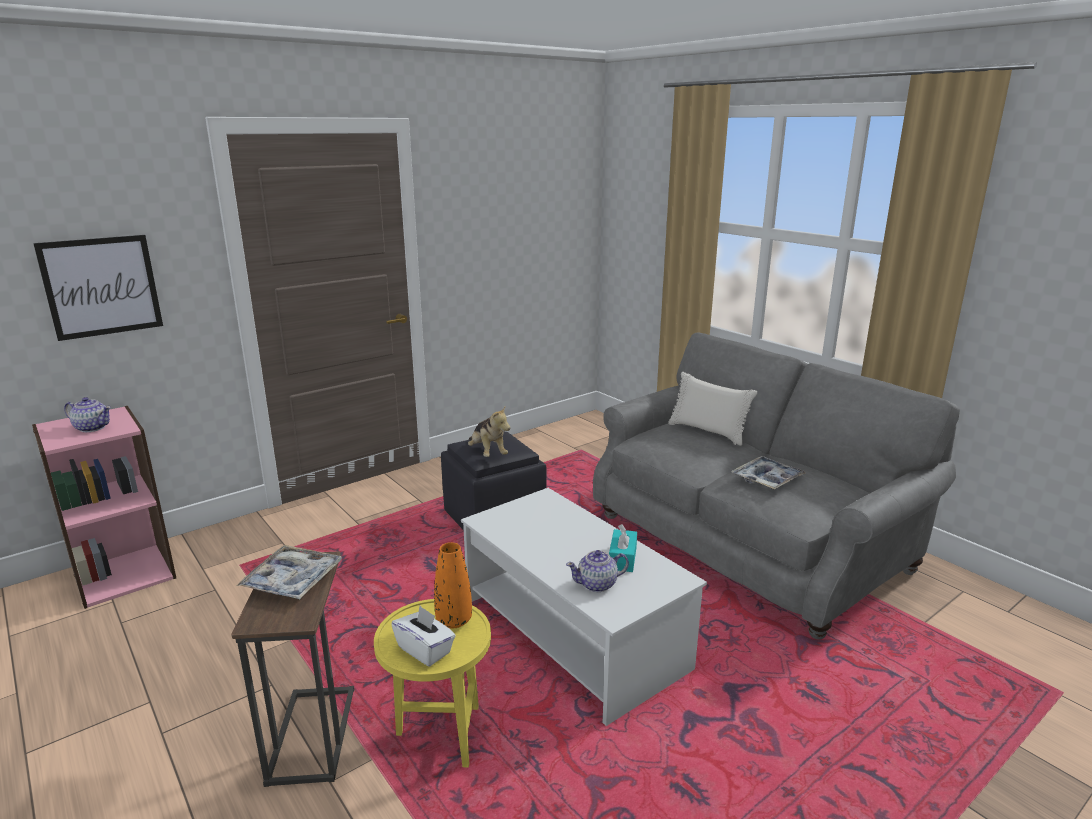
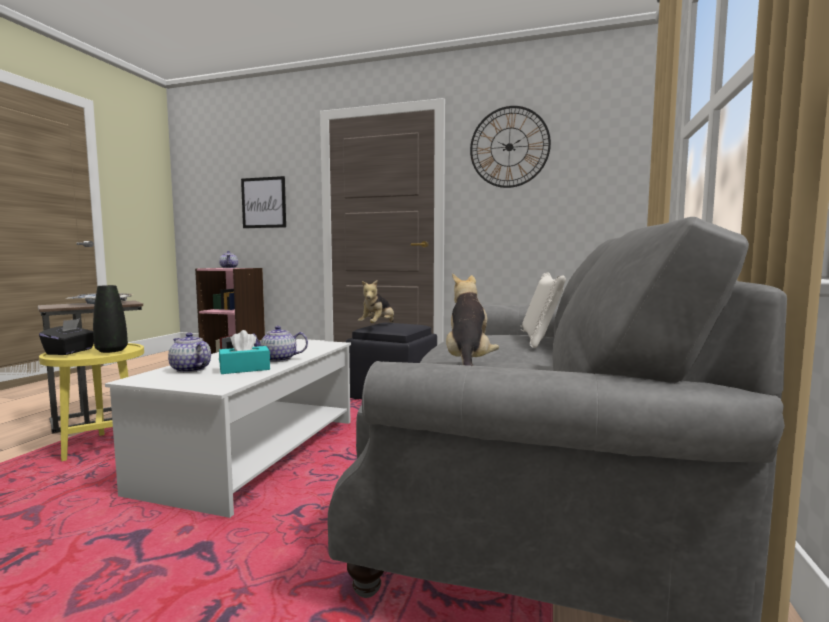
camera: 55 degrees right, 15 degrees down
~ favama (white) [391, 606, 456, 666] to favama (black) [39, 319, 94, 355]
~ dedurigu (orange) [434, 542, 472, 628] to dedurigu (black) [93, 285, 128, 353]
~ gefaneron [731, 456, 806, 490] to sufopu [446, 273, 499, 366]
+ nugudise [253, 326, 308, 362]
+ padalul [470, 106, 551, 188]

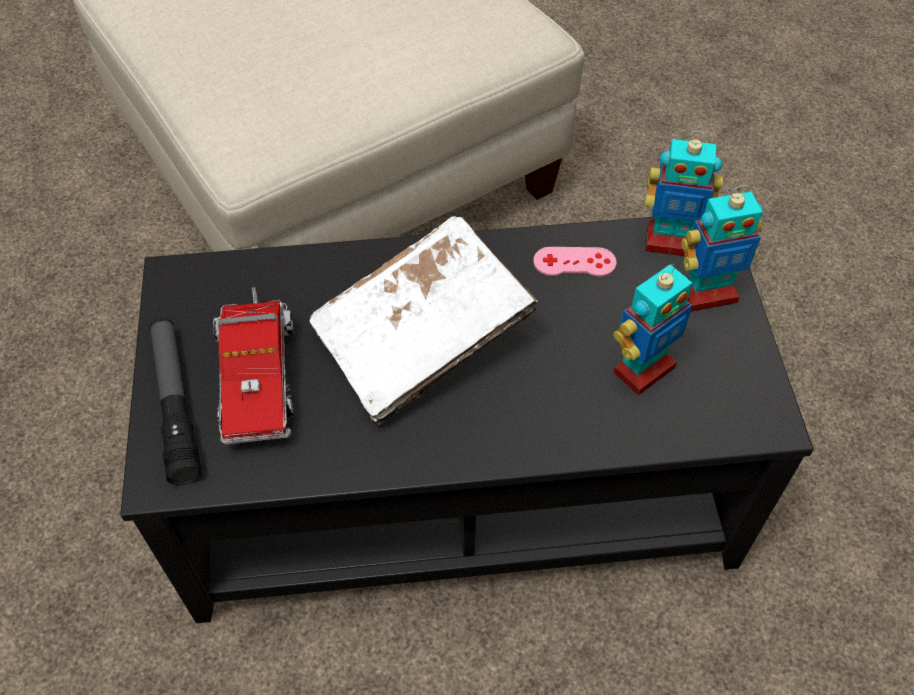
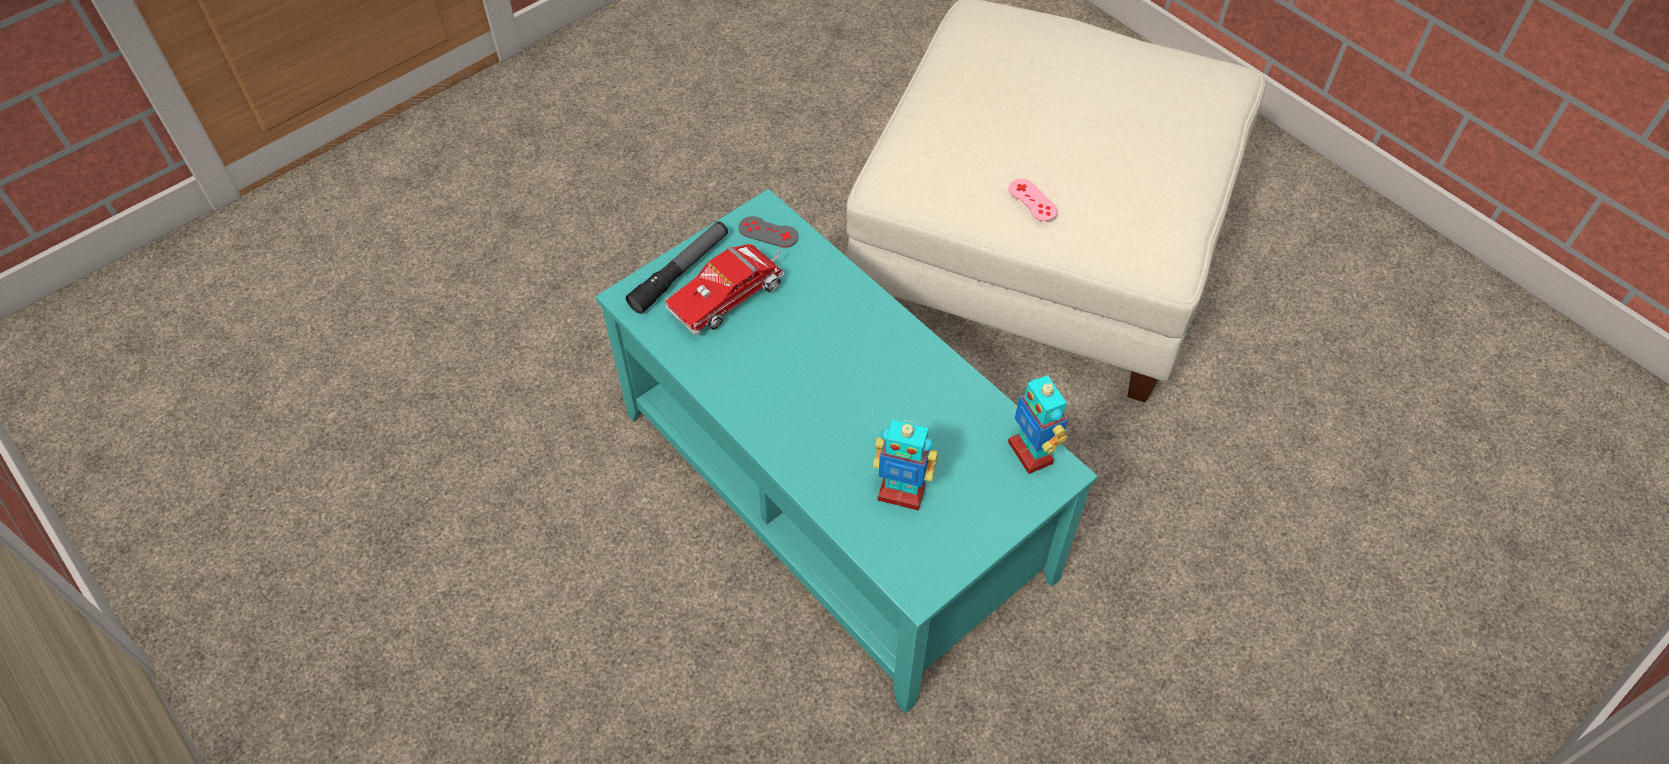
camera: 55 degrees right, 0 degrees up
~ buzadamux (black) [120, 217, 813, 623] to buzadamux (turquoise) [596, 189, 1098, 713]
- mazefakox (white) [310, 216, 538, 425]
~ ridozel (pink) [533, 247, 617, 277] to [1009, 179, 1058, 221]
- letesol [681, 185, 763, 312]
+ ridozel (grey) [739, 216, 799, 248]

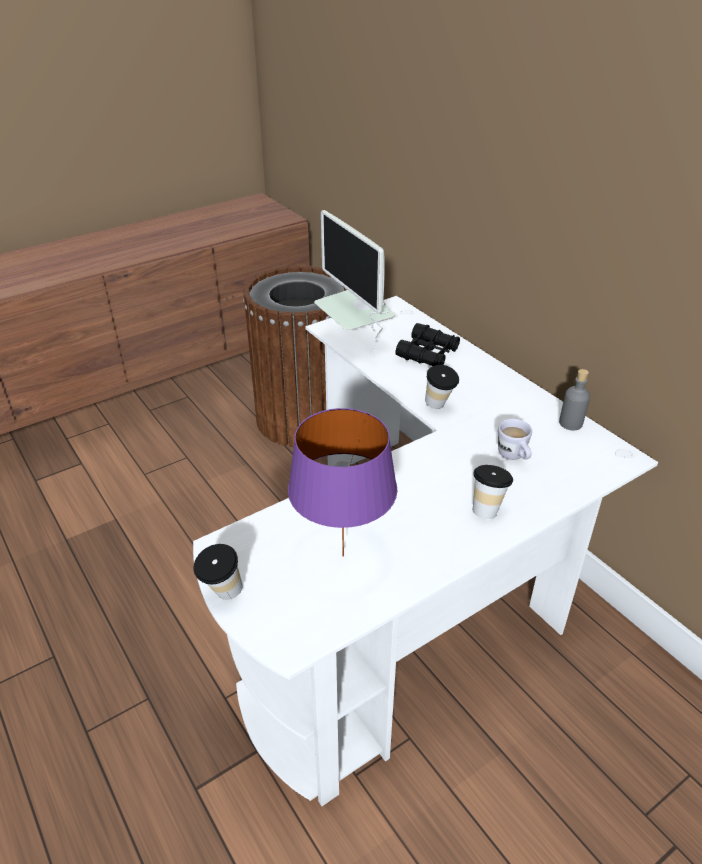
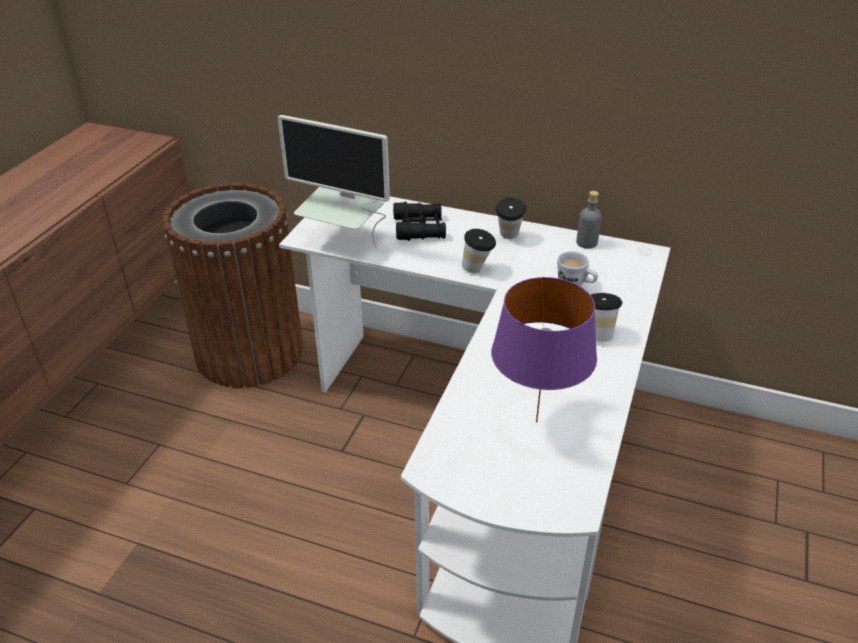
camera: 35 degrees left, 0 degrees up
~ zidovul [194, 544, 243, 600] to [495, 197, 526, 239]

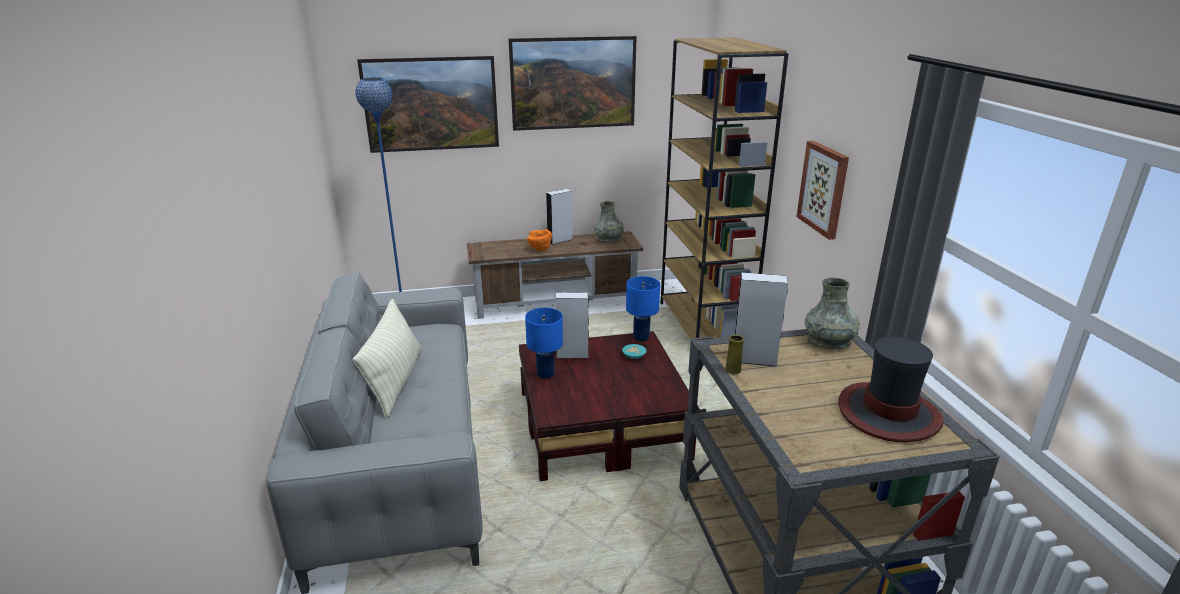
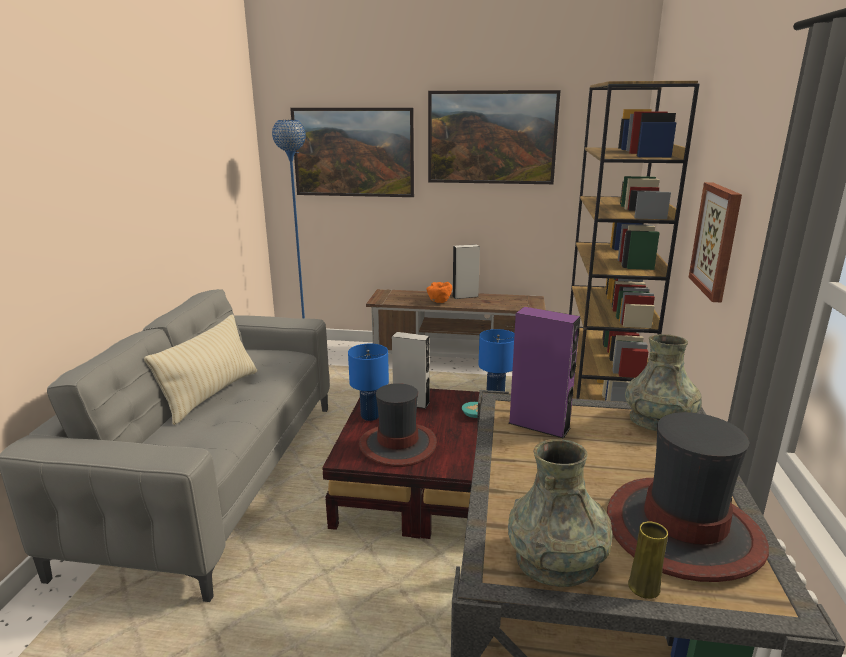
camera: 20 degrees right, 5 degrees down
~ dedurigu (grey) [594, 201, 624, 242] to [508, 439, 613, 587]
~ dedurigu (yellow) [725, 335, 744, 374] to [628, 521, 668, 599]
~ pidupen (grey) [735, 273, 788, 367] to pidupen (purple) [508, 307, 580, 439]
+ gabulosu [359, 383, 437, 467]

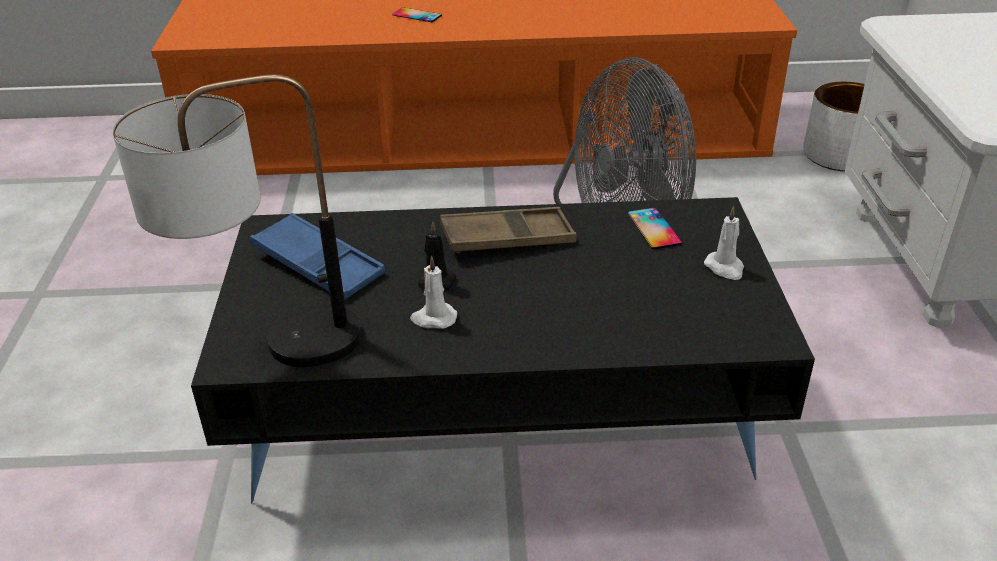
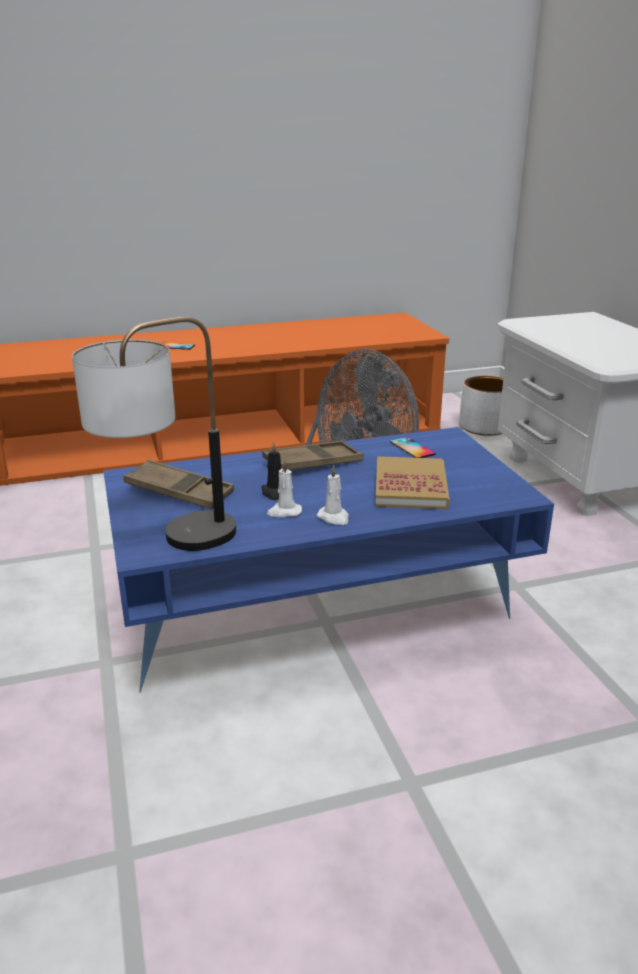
camera: 15 degrees left, 10 degrees down
~ buzadamux (black) [191, 197, 815, 504] to buzadamux (blue) [103, 427, 554, 692]
~ gefaneron (blue) [250, 213, 385, 300] to gefaneron (brown) [123, 460, 234, 509]
~ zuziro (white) [704, 206, 744, 280] to [317, 465, 349, 525]
+ mazefakox [375, 456, 449, 509]

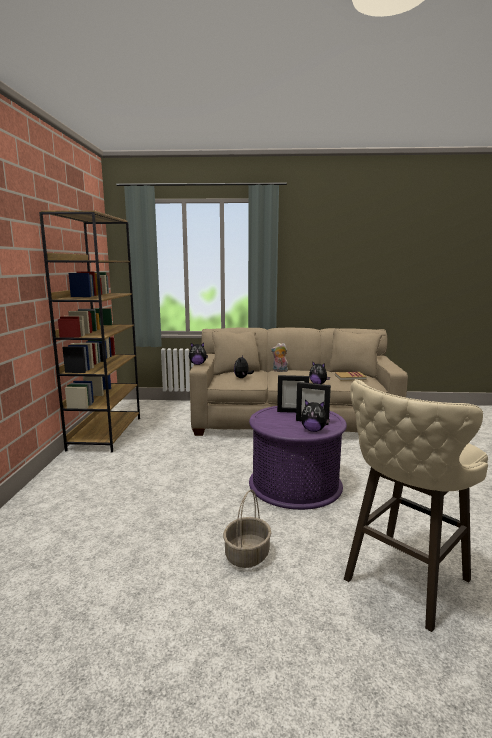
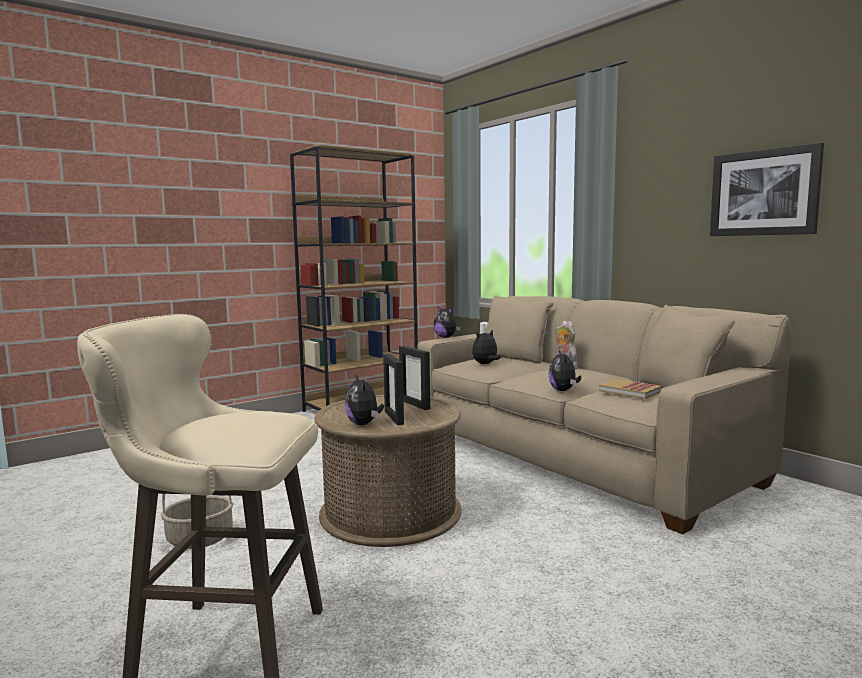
camera: 50 degrees right, 5 degrees down
~ buzadamux (purple) [249, 406, 347, 510] to buzadamux (brown) [314, 395, 462, 547]
+ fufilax [710, 142, 824, 236]

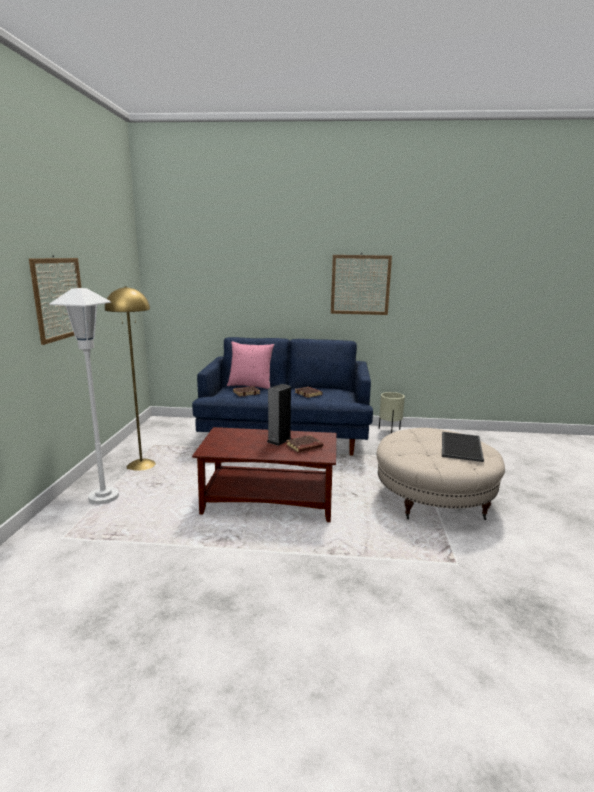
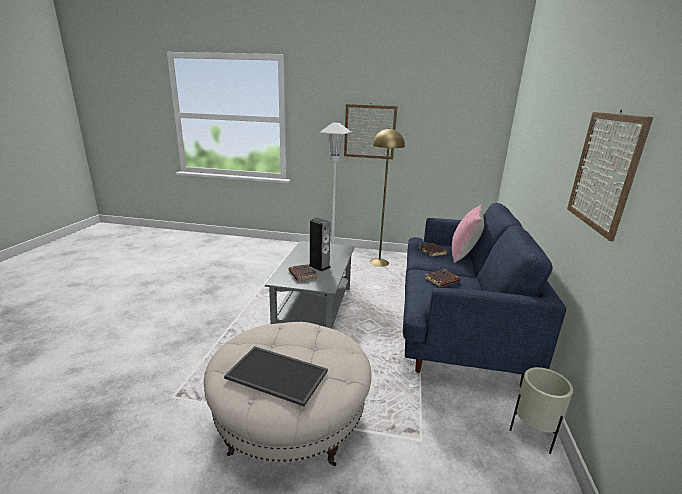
camera: 95 degrees right, 5 degrees up
~ buzadamux (brown) [192, 427, 336, 522] to buzadamux (grey) [265, 241, 355, 329]

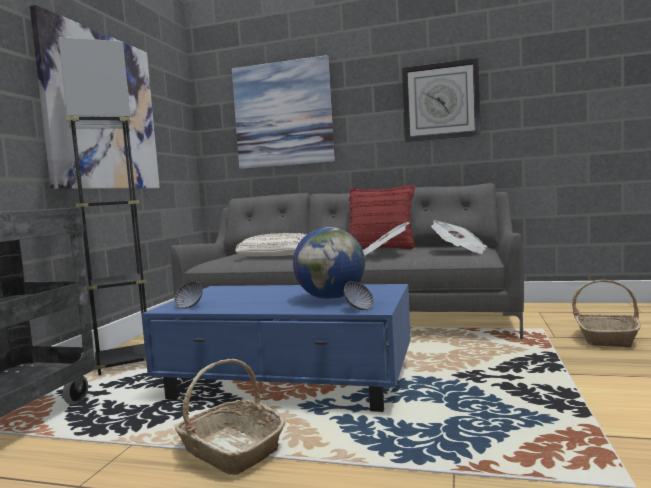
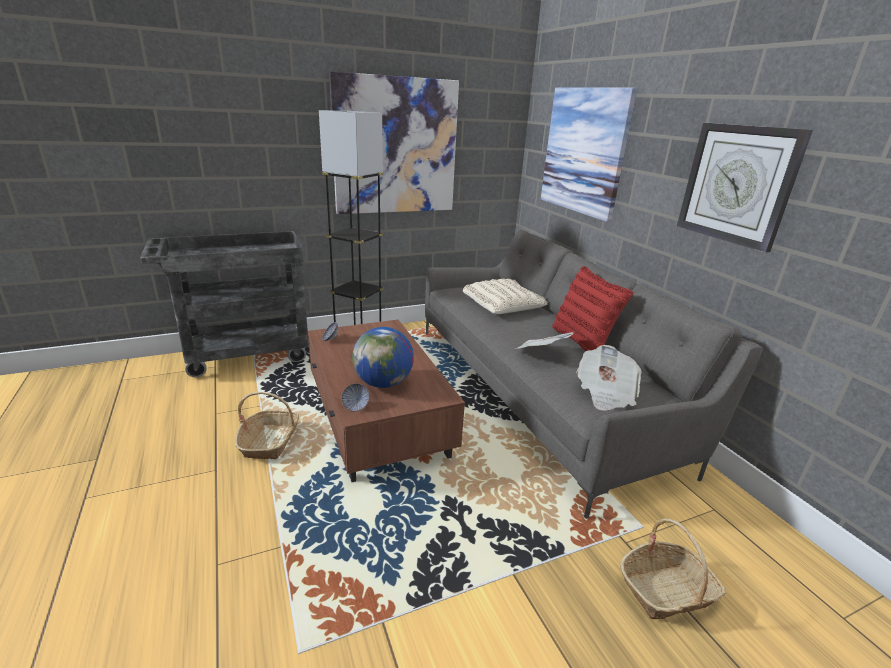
camera: 50 degrees right, 20 degrees up
~ buzadamux (blue) [142, 284, 411, 412] to buzadamux (brown) [308, 320, 465, 482]

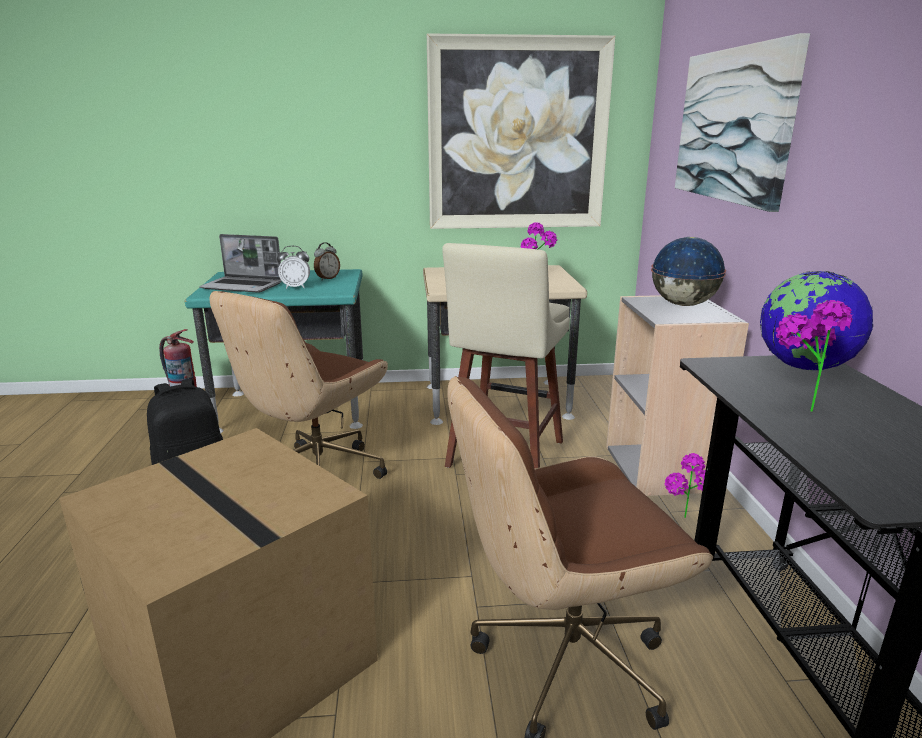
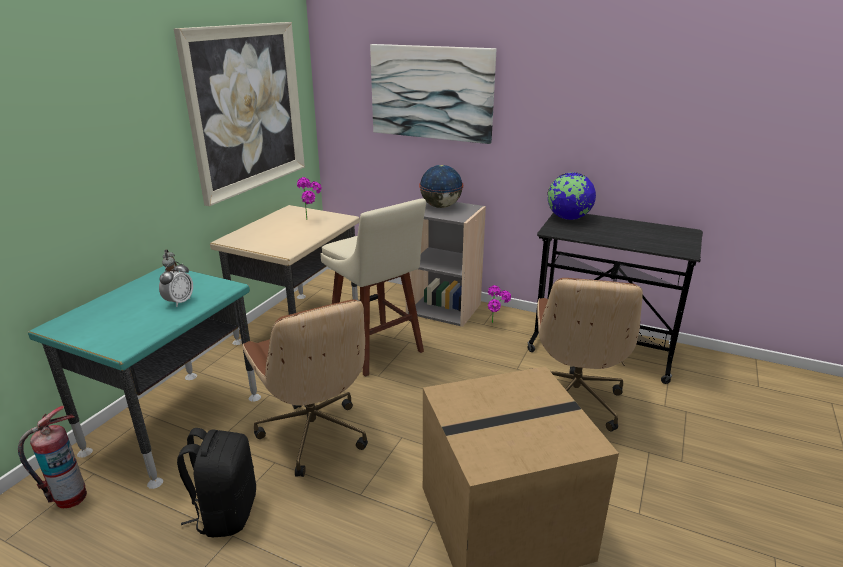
camera: 60 degrees left, 5 degrees up
- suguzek [199, 234, 282, 293]
- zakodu [776, 300, 853, 412]

